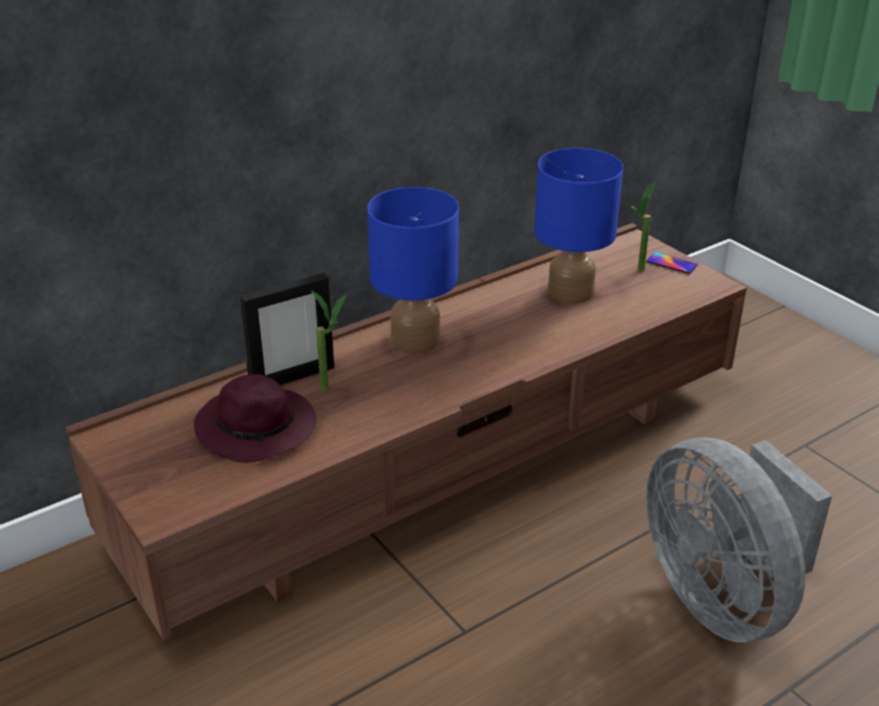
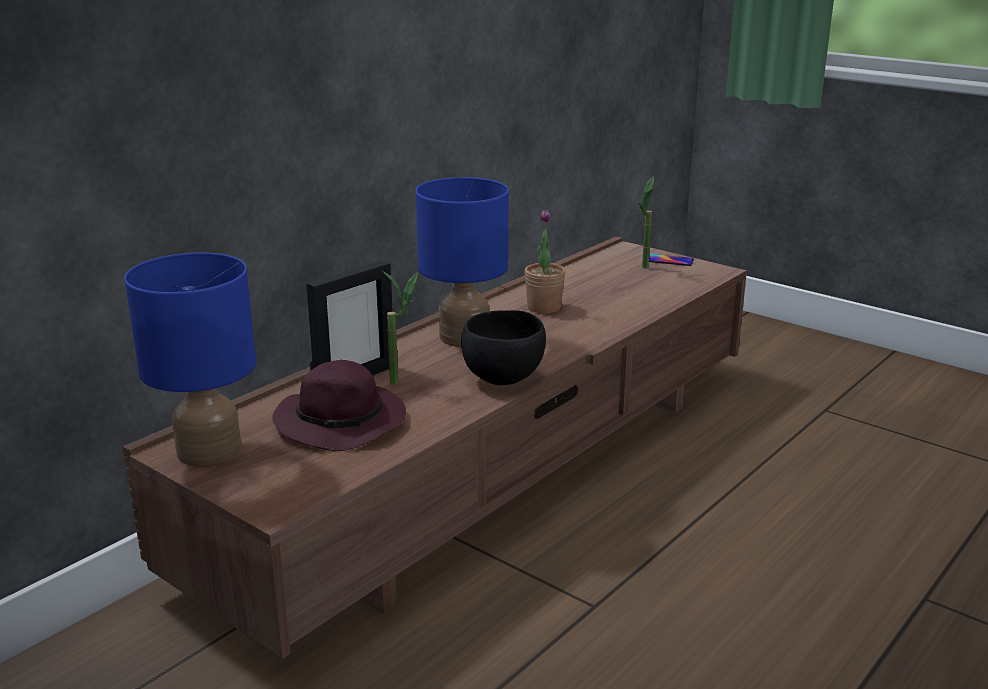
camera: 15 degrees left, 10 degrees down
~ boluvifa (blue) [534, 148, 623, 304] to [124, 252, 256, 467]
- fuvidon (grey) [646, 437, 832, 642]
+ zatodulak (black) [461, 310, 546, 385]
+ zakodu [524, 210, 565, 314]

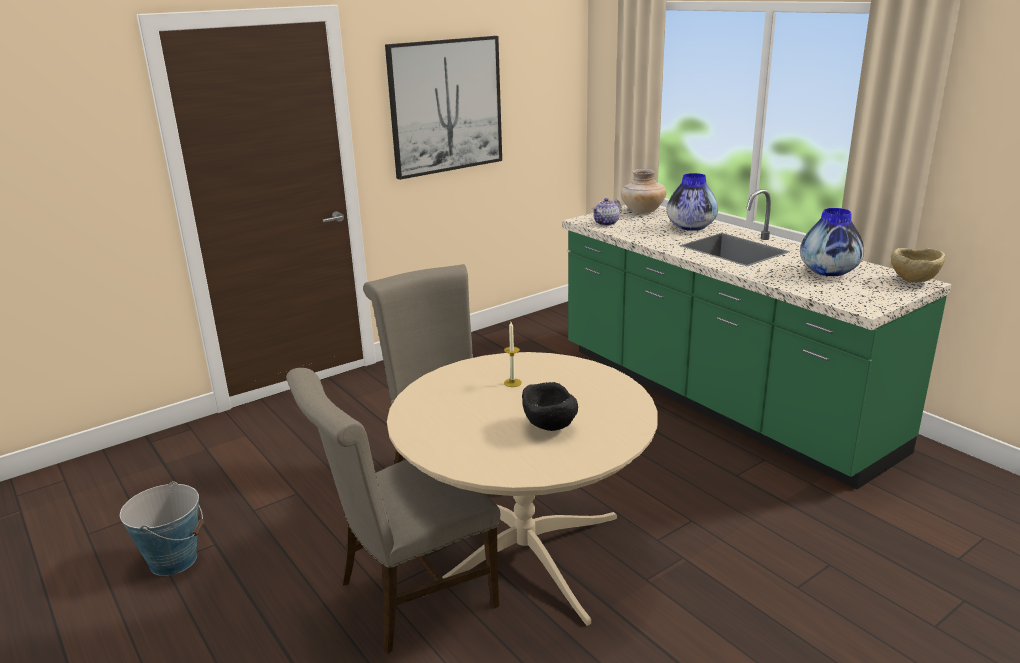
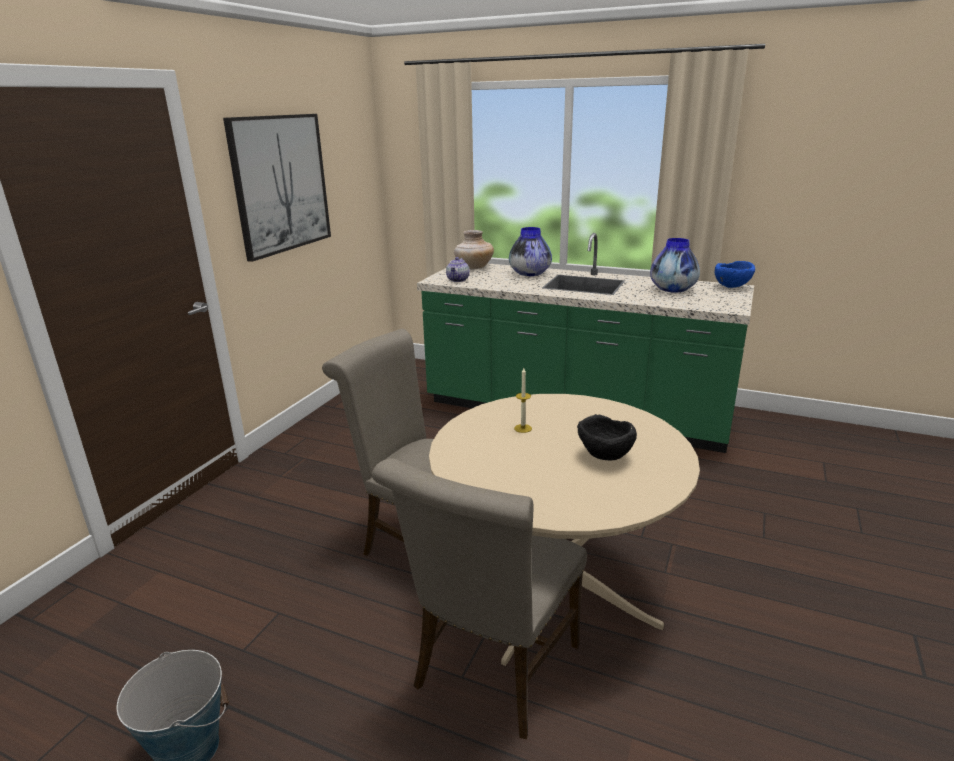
camera: 30 degrees left, 0 degrees up
~ zatodulak (beige) [891, 248, 945, 282] to zatodulak (blue) [714, 261, 755, 288]

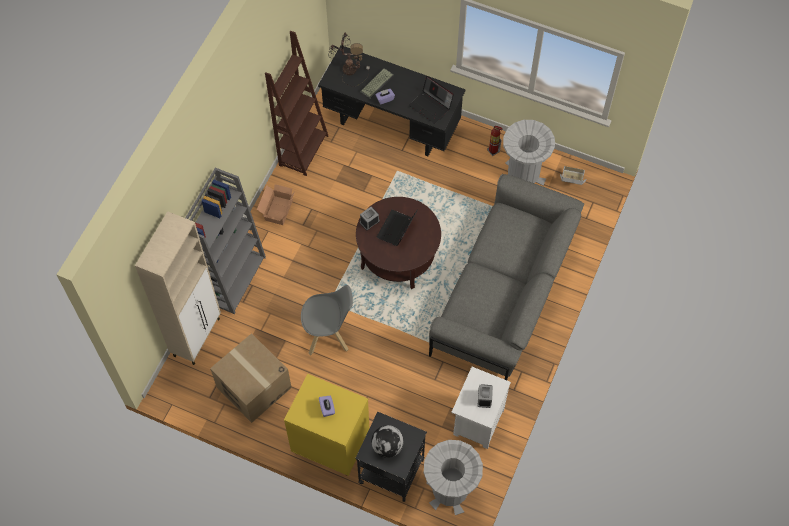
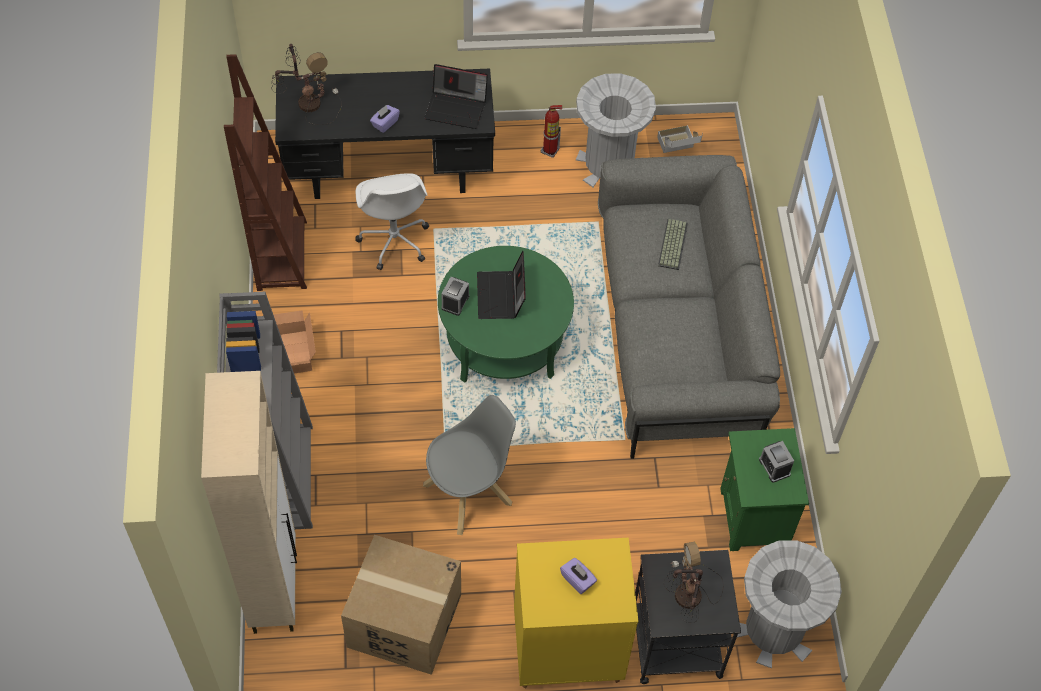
camera: 30 degrees left, 5 degrees down
~ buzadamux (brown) [356, 197, 441, 289] to buzadamux (green) [438, 246, 574, 383]
~ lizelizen [360, 68, 394, 99] to [658, 219, 688, 270]
~ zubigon [371, 425, 404, 458] to boluvifa [664, 542, 724, 623]
~ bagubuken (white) [451, 367, 511, 449] to bagubuken (green) [720, 428, 809, 551]
+ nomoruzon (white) [355, 173, 430, 270]

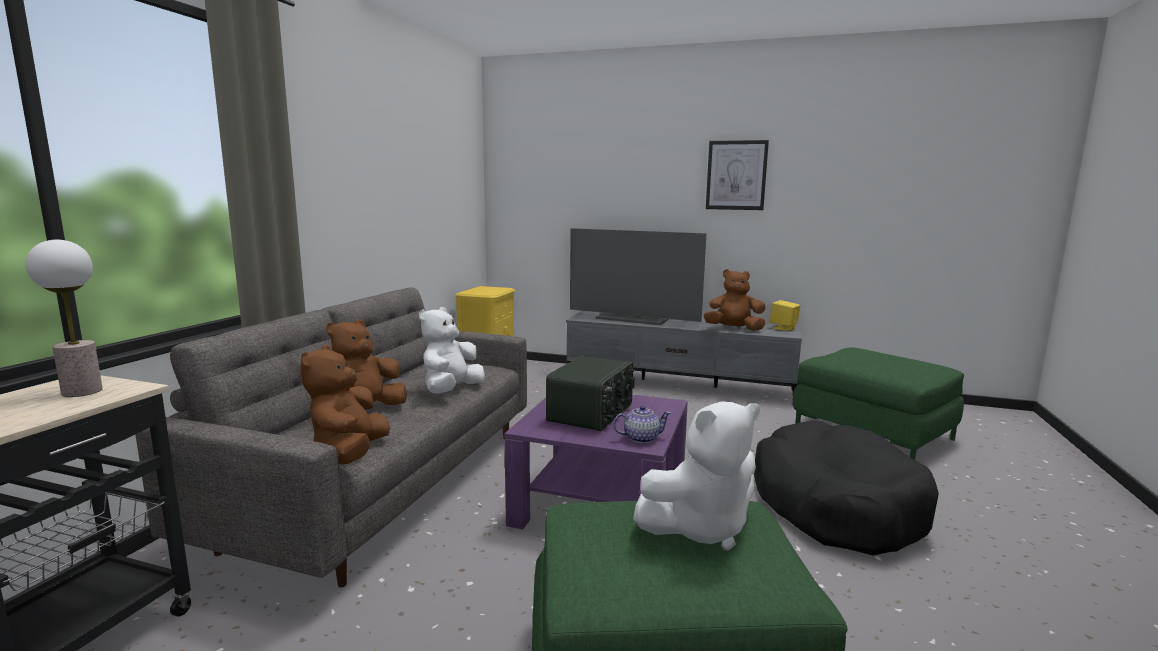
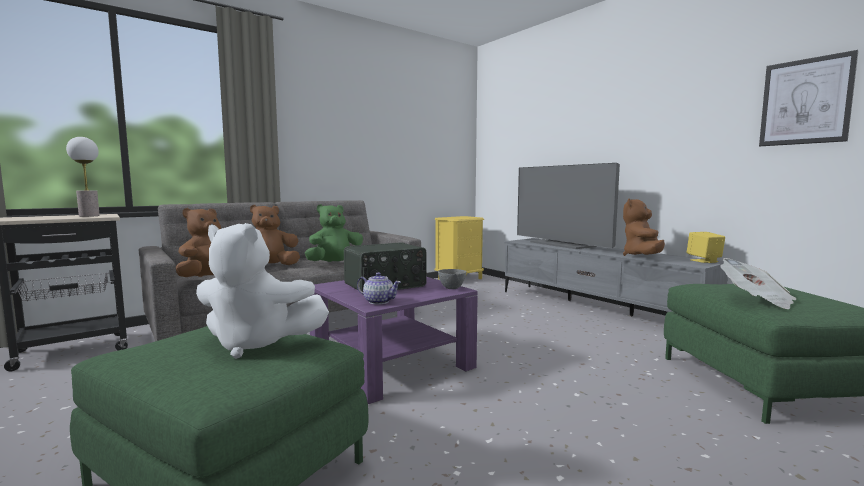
camera: 35 degrees right, 5 degrees down
~ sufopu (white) [419, 307, 485, 394] to sufopu (green) [305, 204, 363, 262]
~ sufopu (brown) [703, 269, 766, 331] = [623, 199, 665, 256] 105 degrees counterclockwise
~ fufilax [706, 140, 769, 210] to [759, 50, 859, 146]
- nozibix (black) [754, 421, 939, 555]
+ zatodulak (grey) [438, 269, 466, 289]
+ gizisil [720, 258, 796, 309]

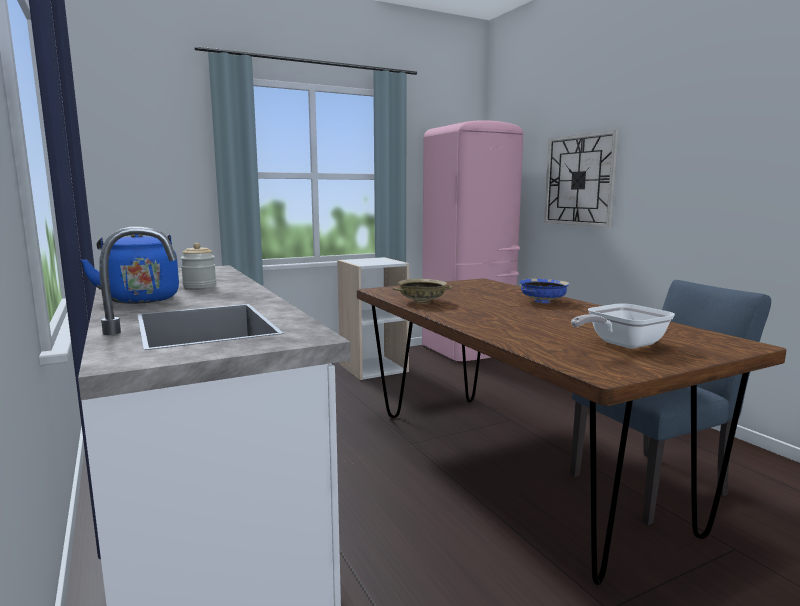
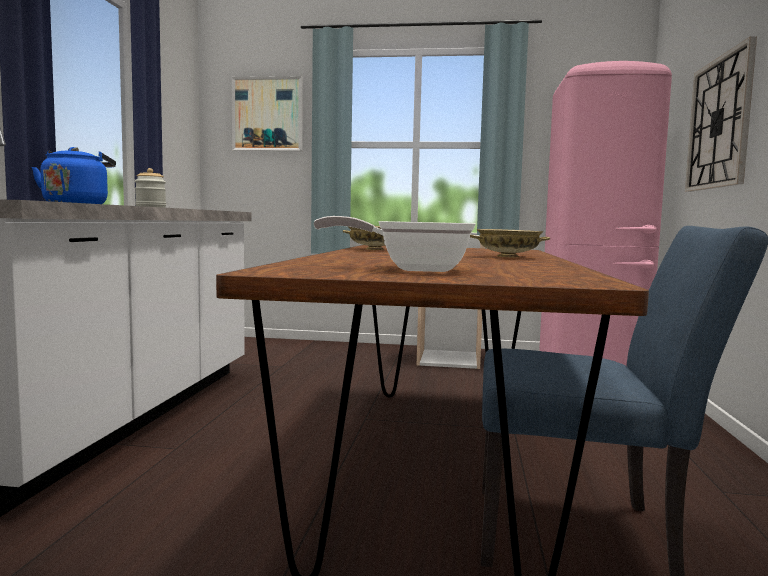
camera: 35 degrees right, 5 degrees down
~ zatodulak (blue) [519, 279, 570, 303] to zatodulak (beige) [470, 229, 550, 257]
+ fufilax [232, 76, 303, 151]

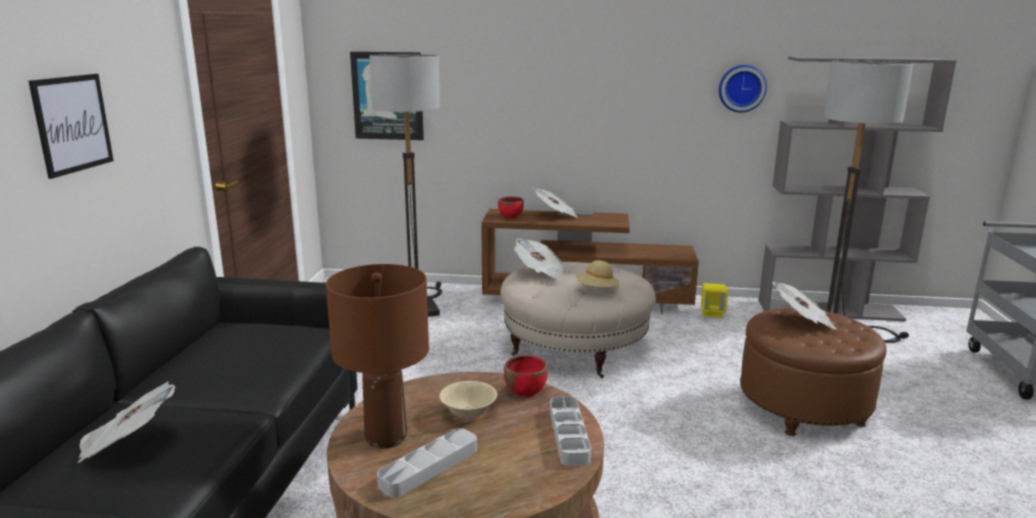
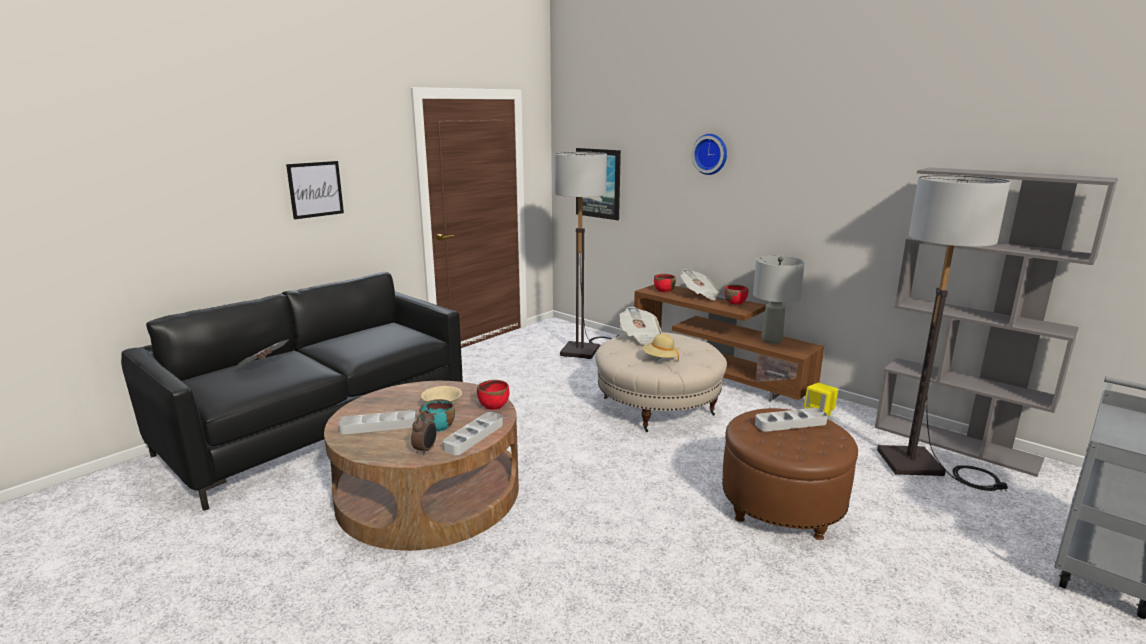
camera: 35 degrees right, 0 degrees up
- boluvifa (brown) [326, 264, 429, 449]
~ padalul [719, 65, 767, 112] to [692, 134, 727, 175]
~ gizisil [772, 282, 837, 330] to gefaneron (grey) [755, 408, 828, 432]
+ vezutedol [411, 410, 437, 455]
+ zatodulak (turquoise) [420, 399, 455, 432]
+ zatodulak (red) [724, 284, 749, 305]
+ boluvifa (grey) [753, 255, 805, 344]

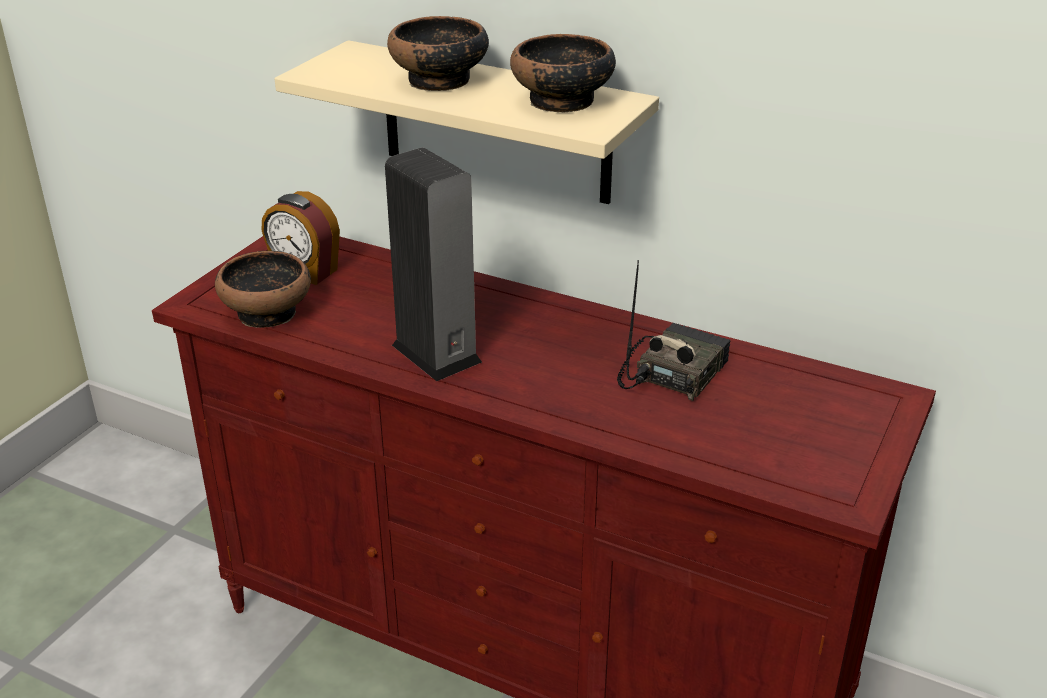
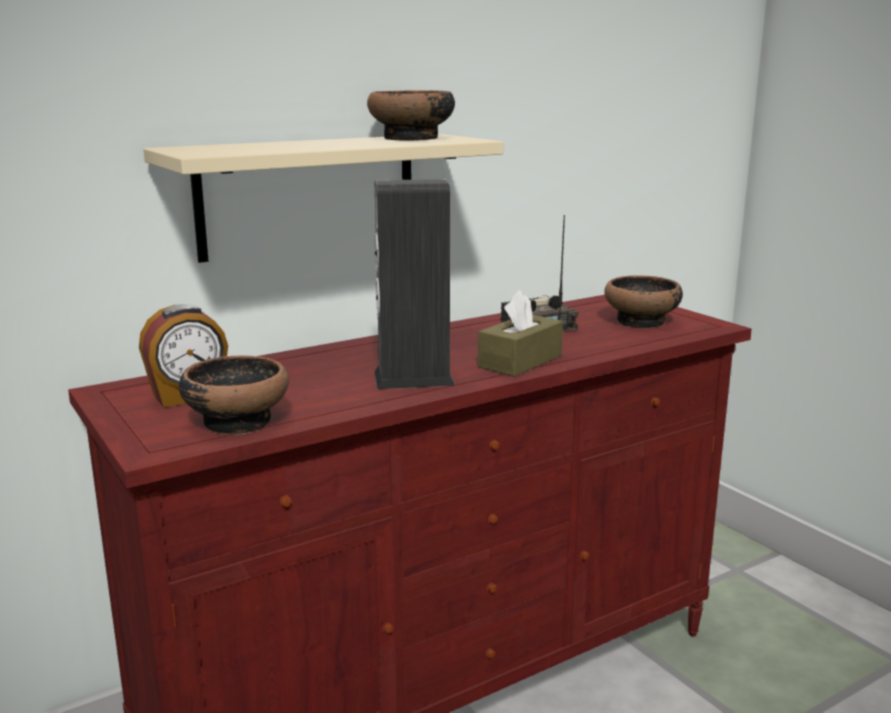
camera: 60 degrees left, 15 degrees down
~ zatodulak [387, 16, 489, 91] to [604, 275, 683, 328]
+ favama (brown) [478, 290, 563, 377]

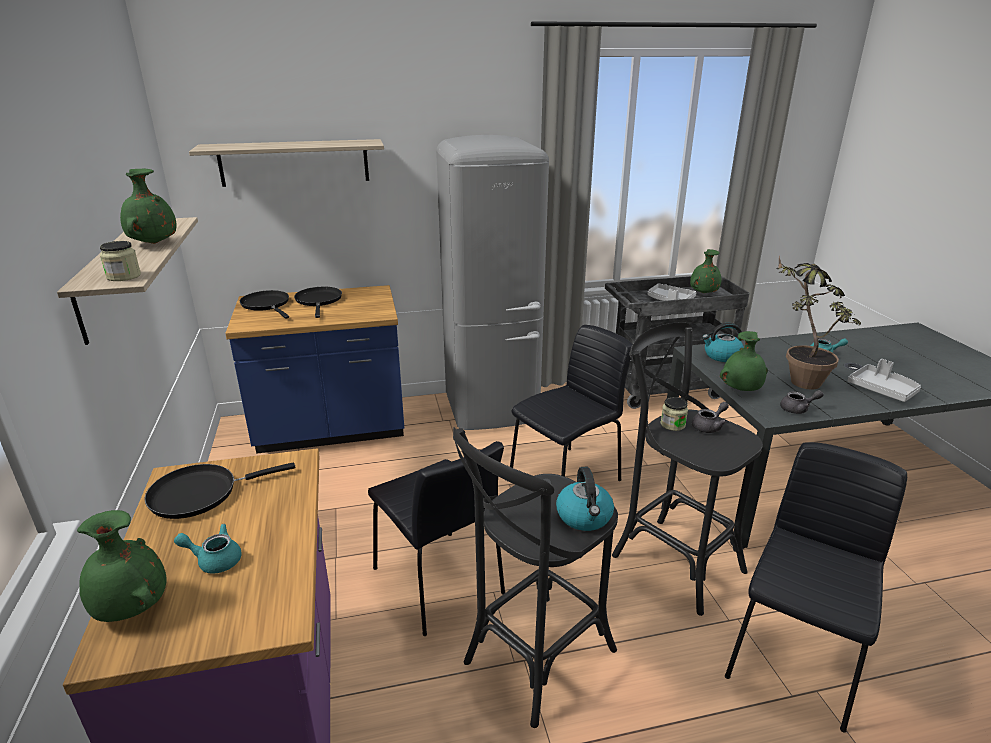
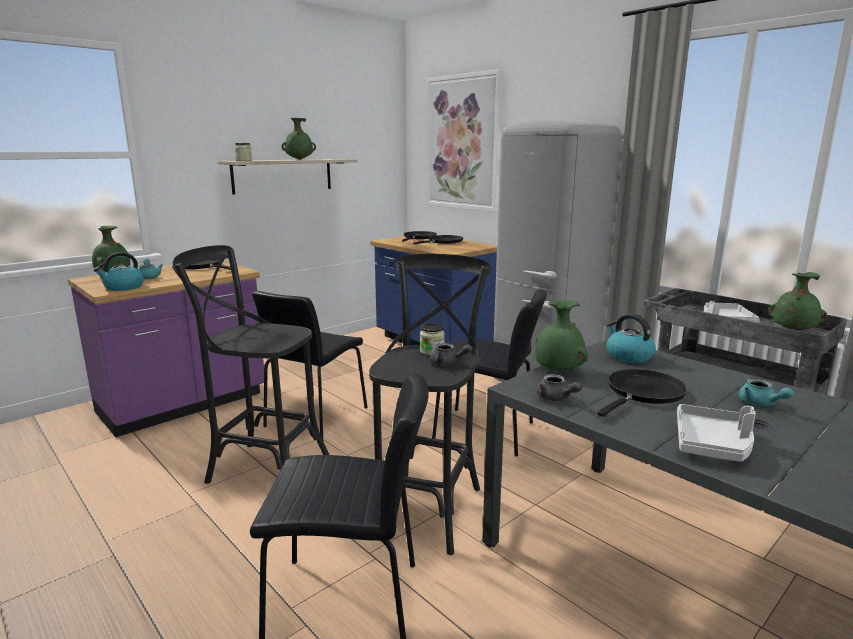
camera: 60 degrees right, 10 degrees down
~ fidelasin [189, 139, 384, 187] to fufilax [426, 69, 503, 212]
~ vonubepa [556, 466, 614, 531] to [94, 252, 144, 291]
~ zakodu [776, 256, 861, 390] to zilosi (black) [597, 369, 687, 417]

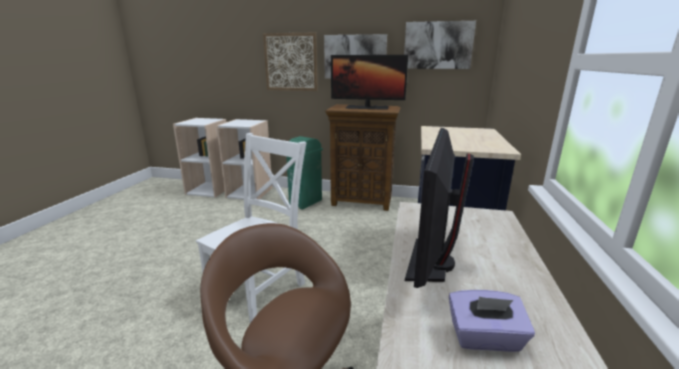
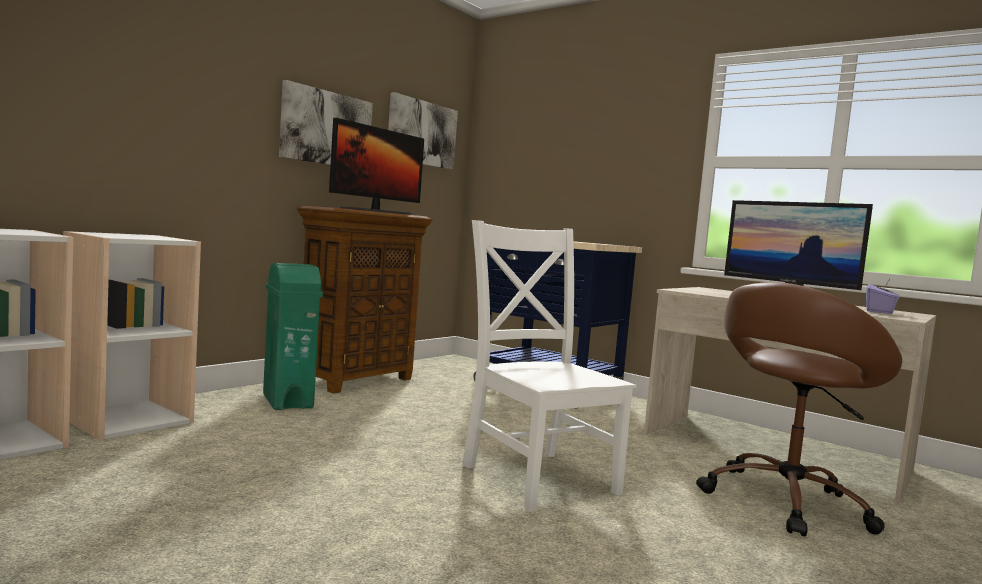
camera: 65 degrees left, 15 degrees down
- fufilax [263, 33, 318, 91]

